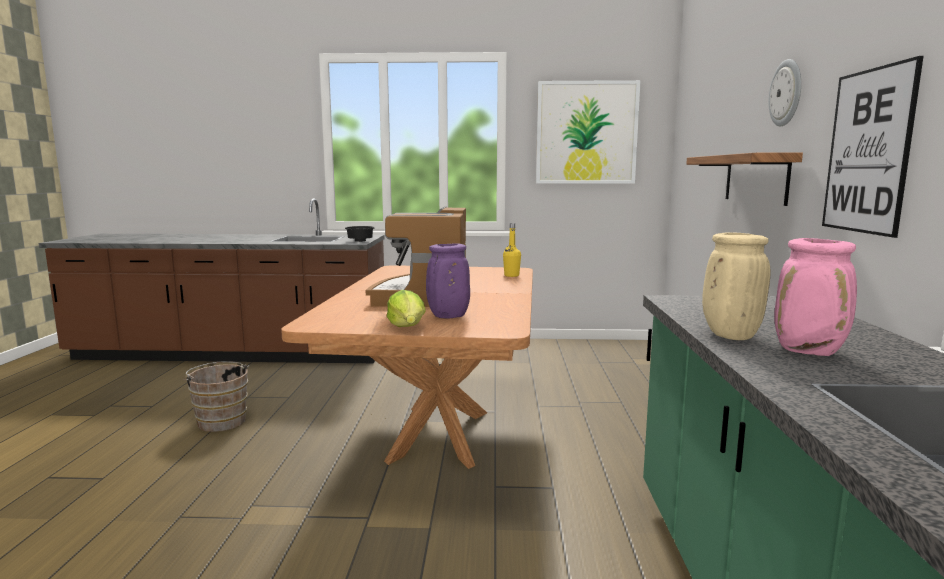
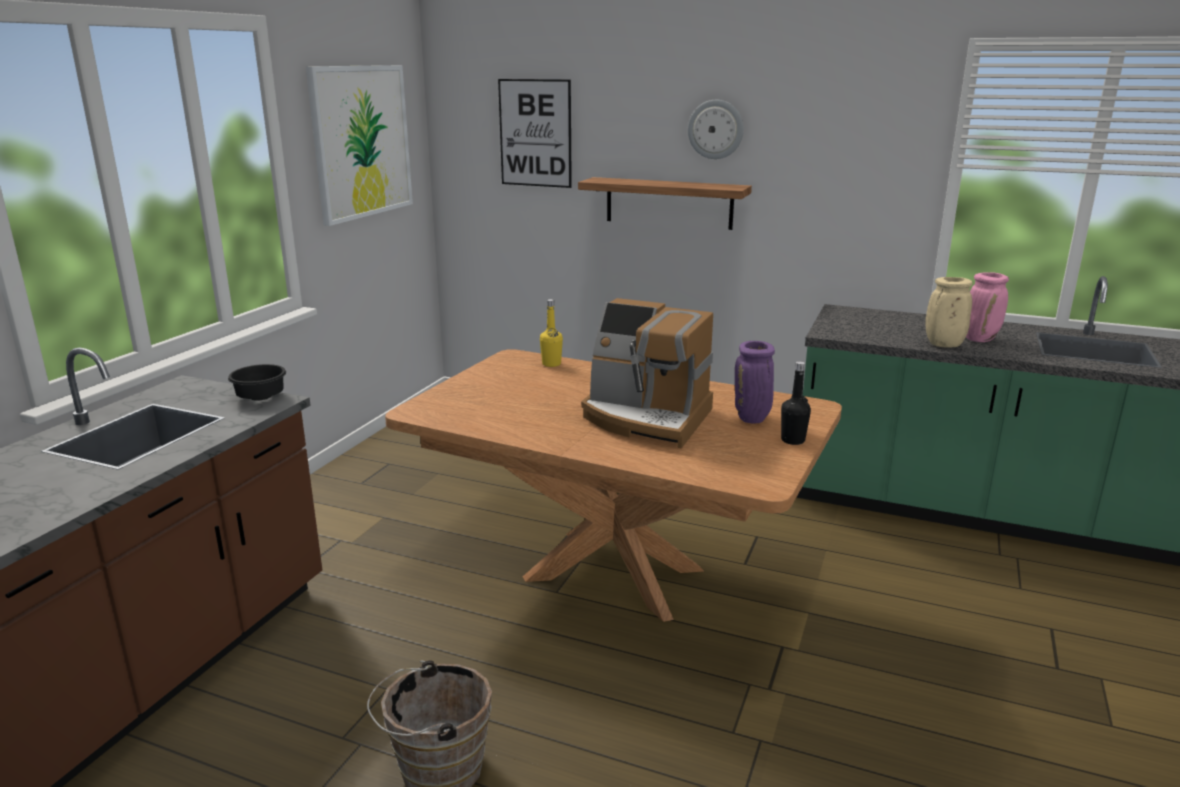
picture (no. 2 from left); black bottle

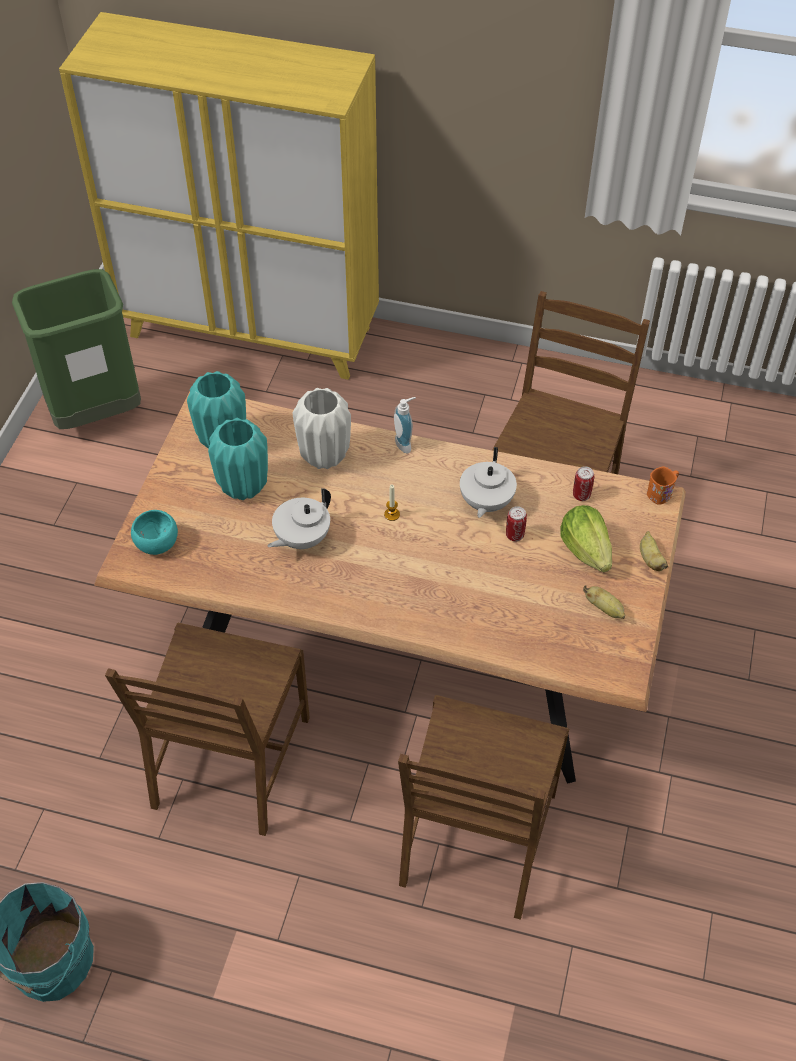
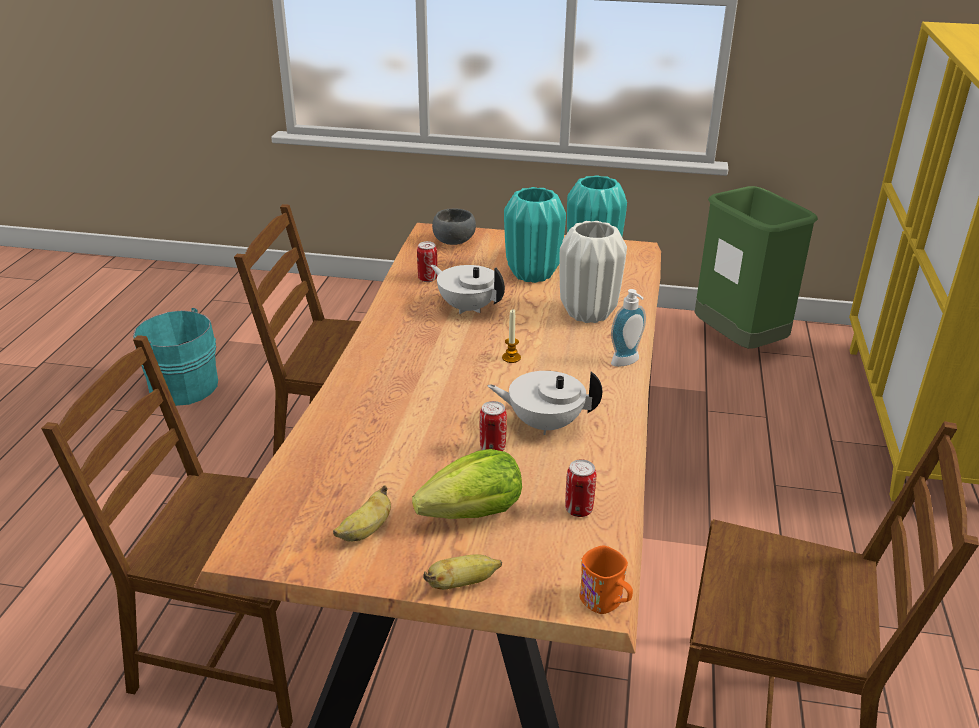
can (no. 1 from left); grey bowl

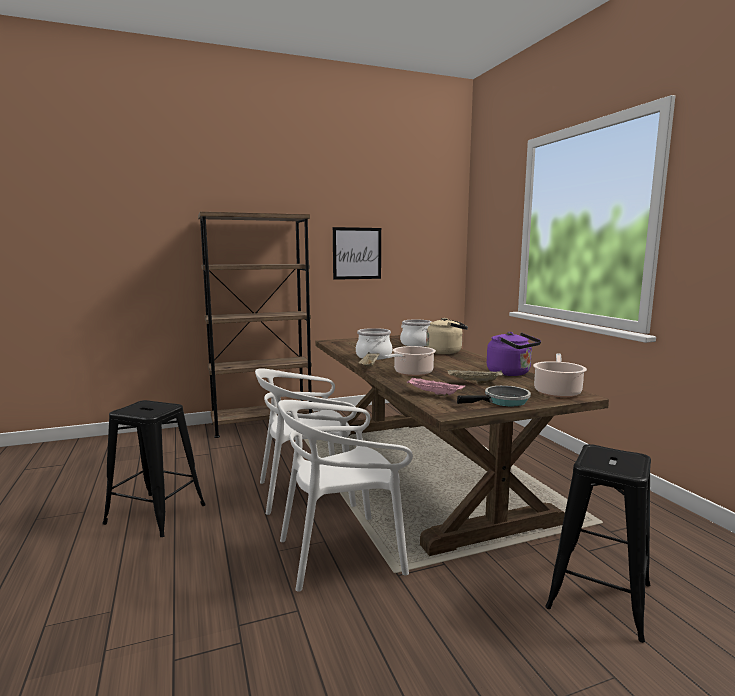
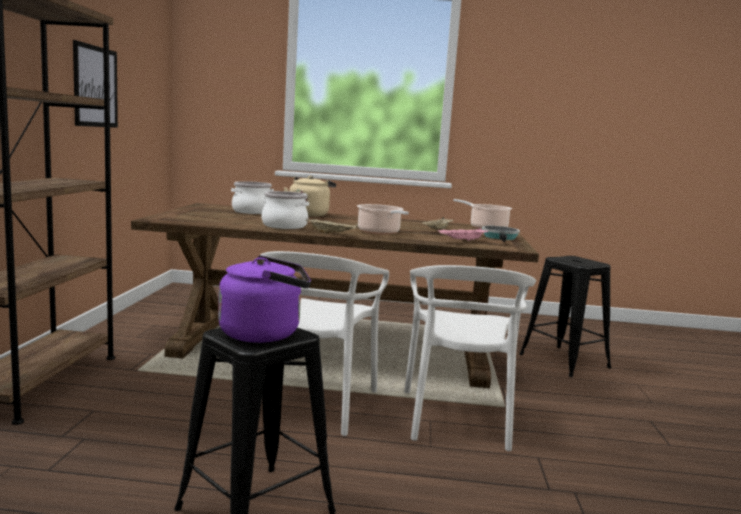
purple kettle

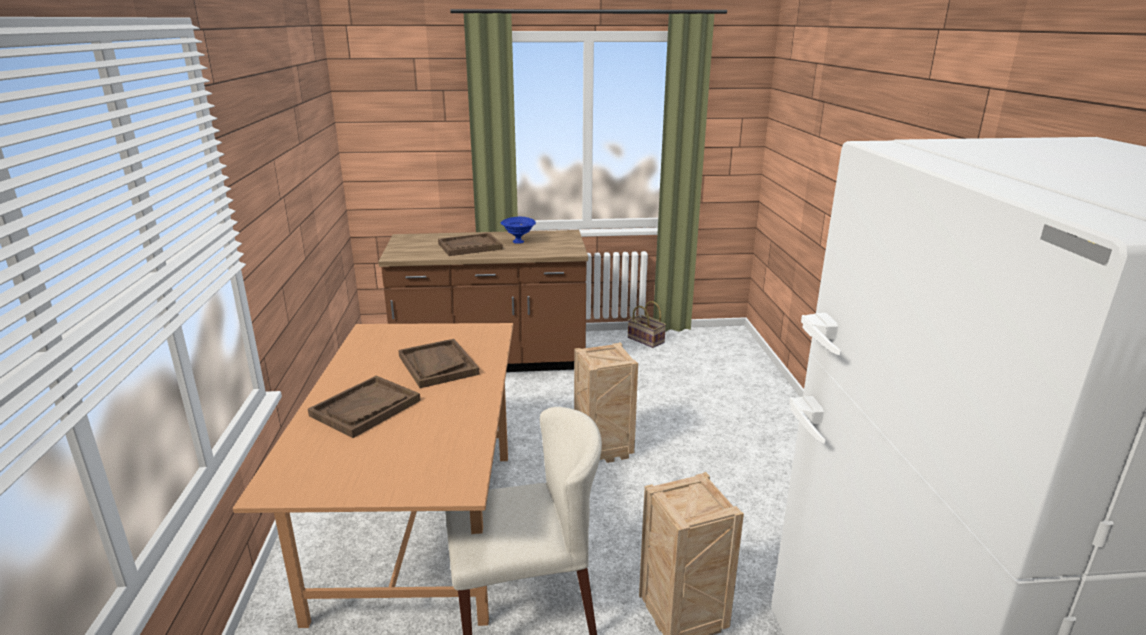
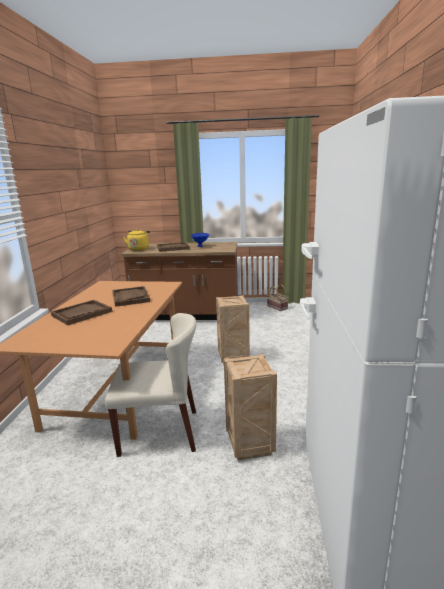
yellow kettle

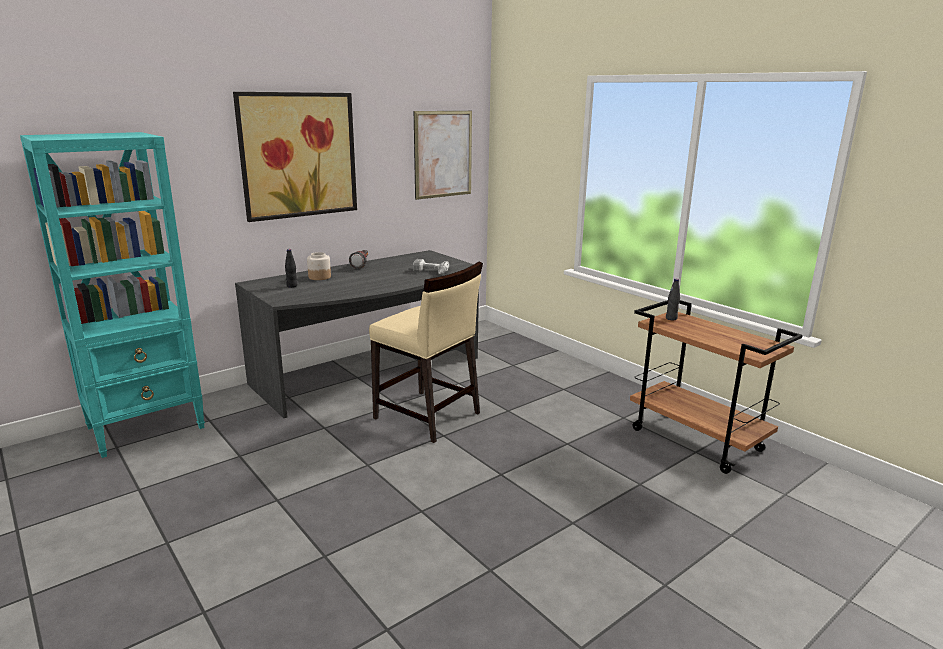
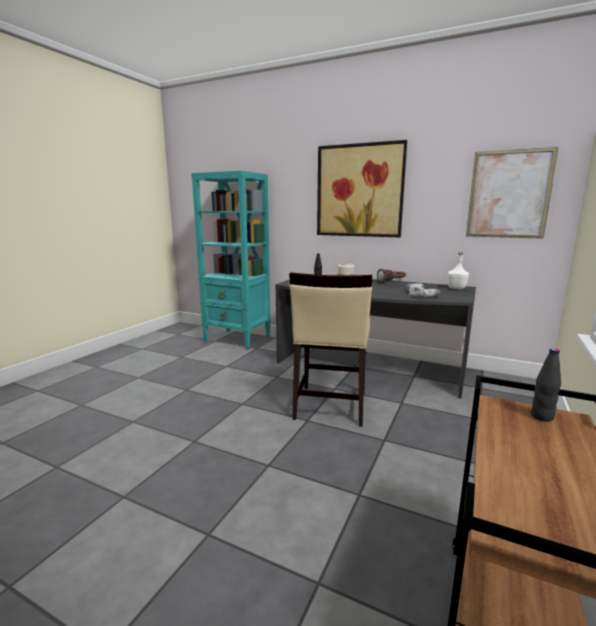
white bottle

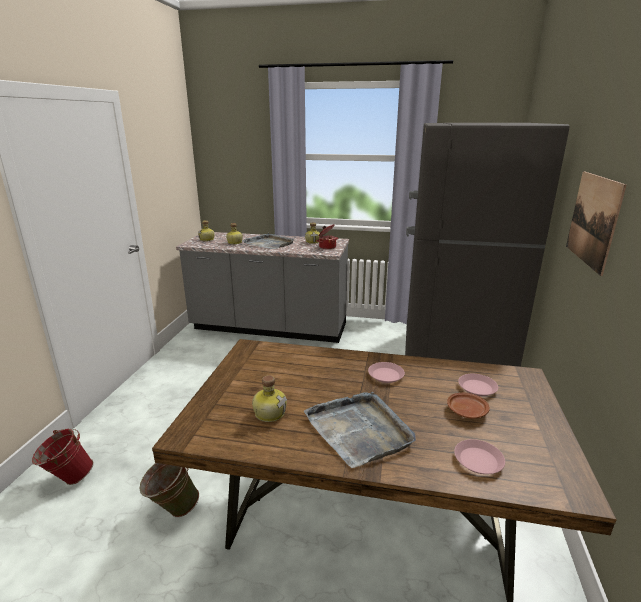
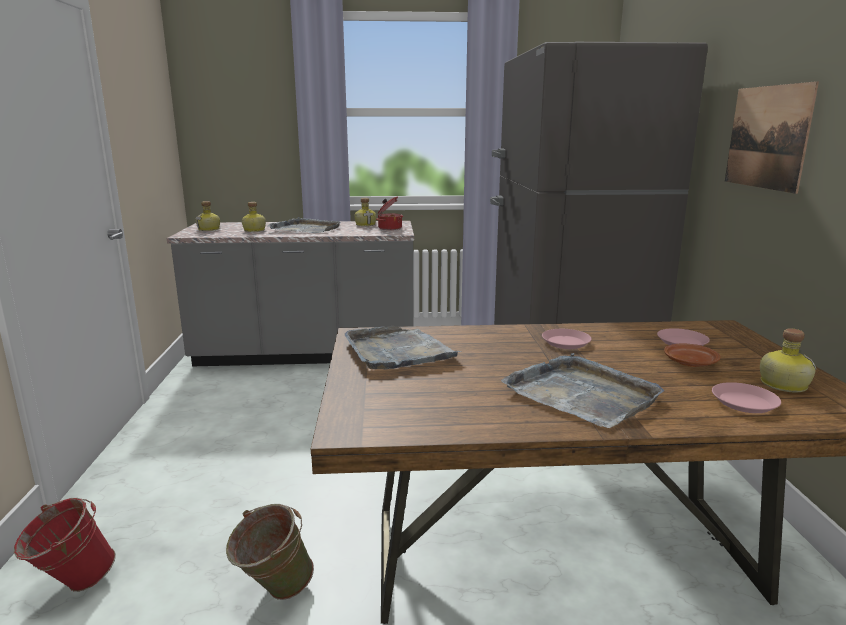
grey tray (no. 2 from left); bottle (no. 4 from left)

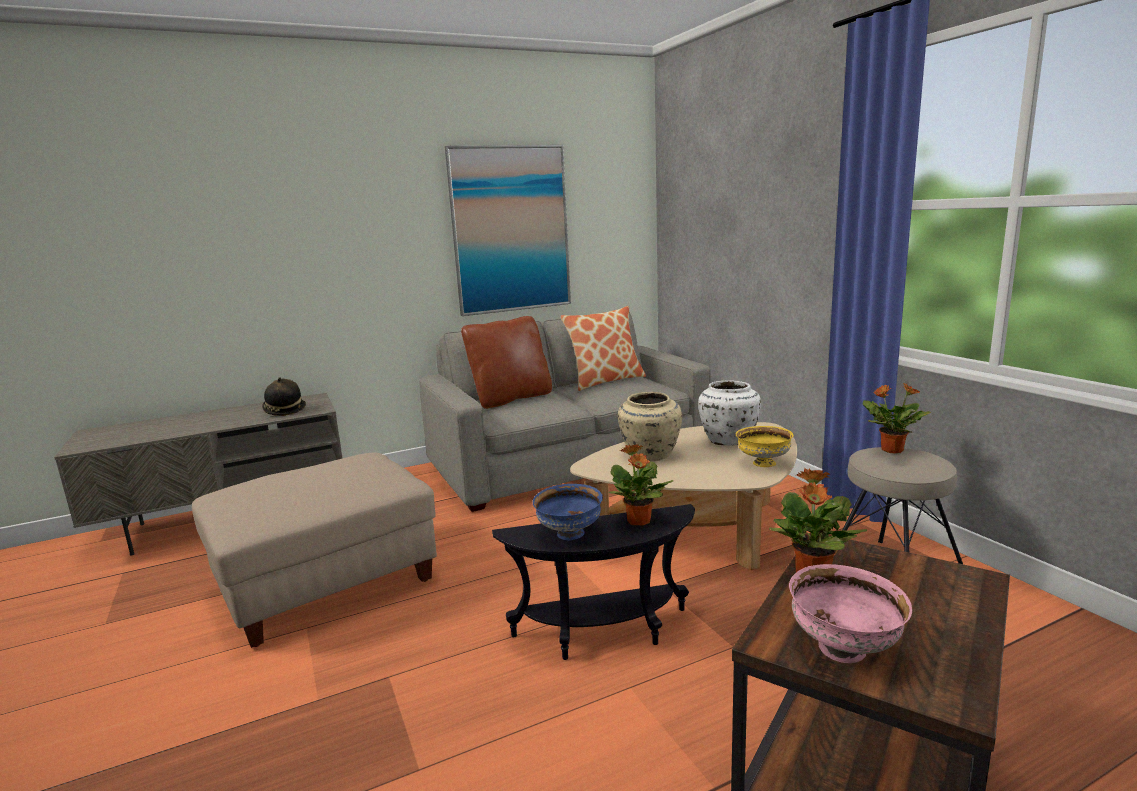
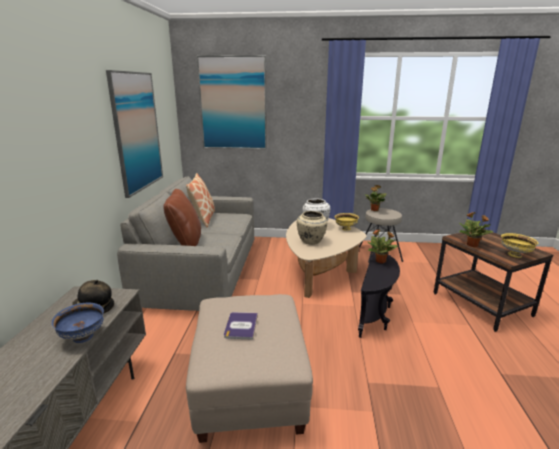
picture (no. 2 from left); book; blue bowl; yellow bowl (no. 2 from left)

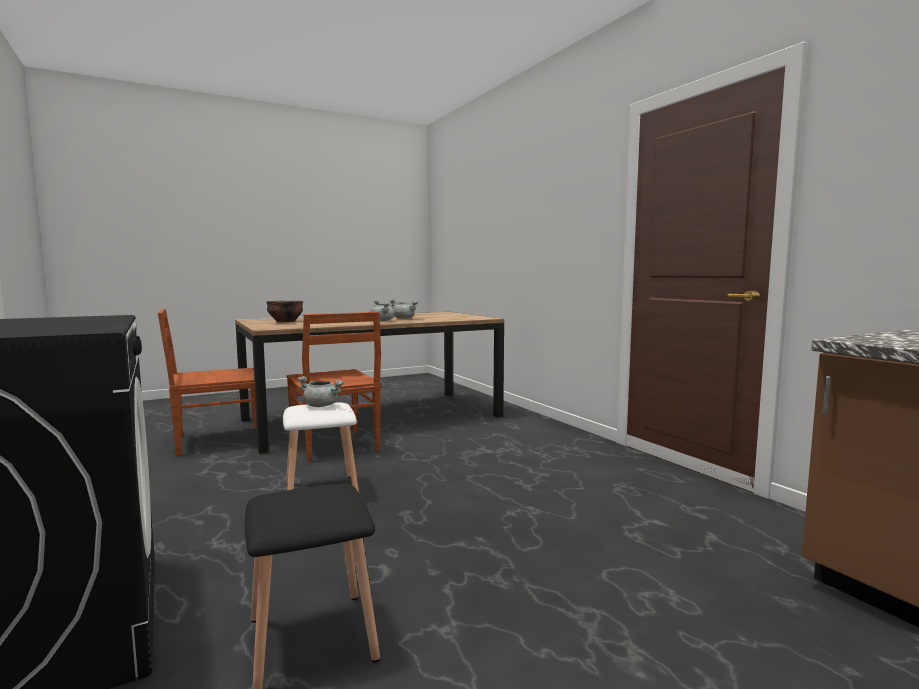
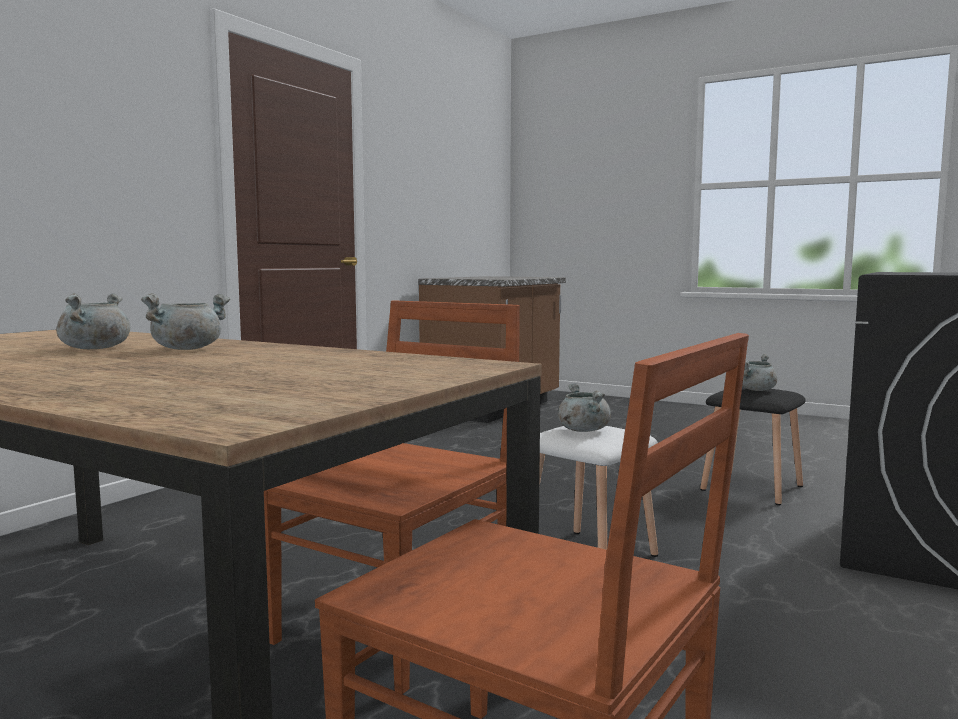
brown bowl; grey cooking pot (no. 4 from left)

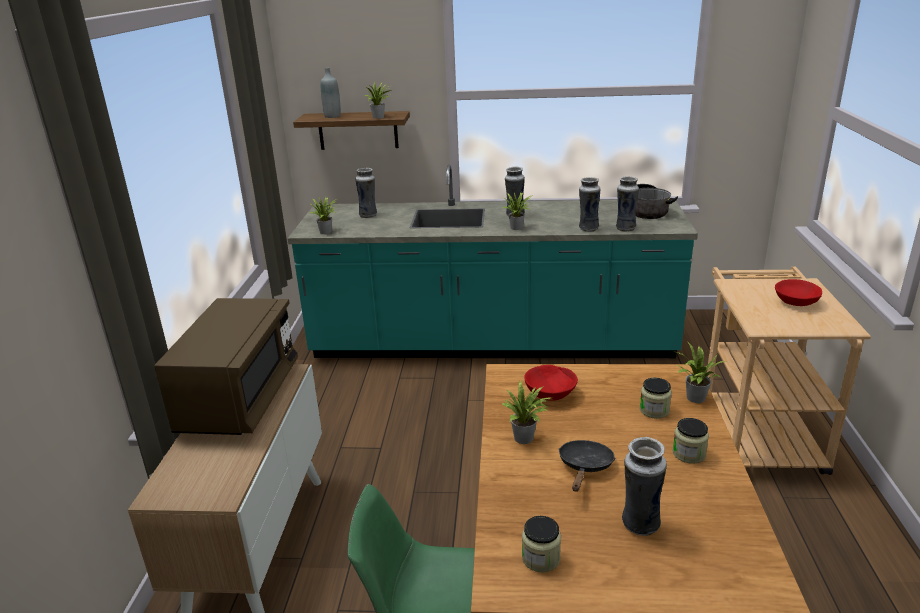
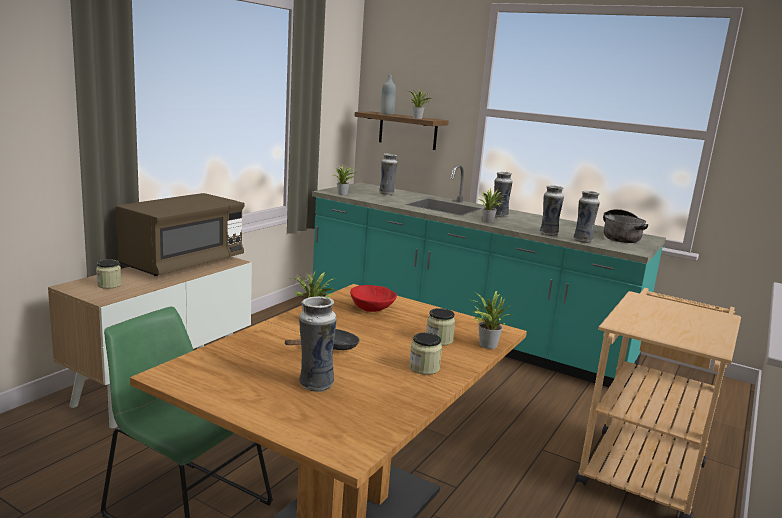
red bowl (no. 2 from left in the first image); jar (no. 1 from left)

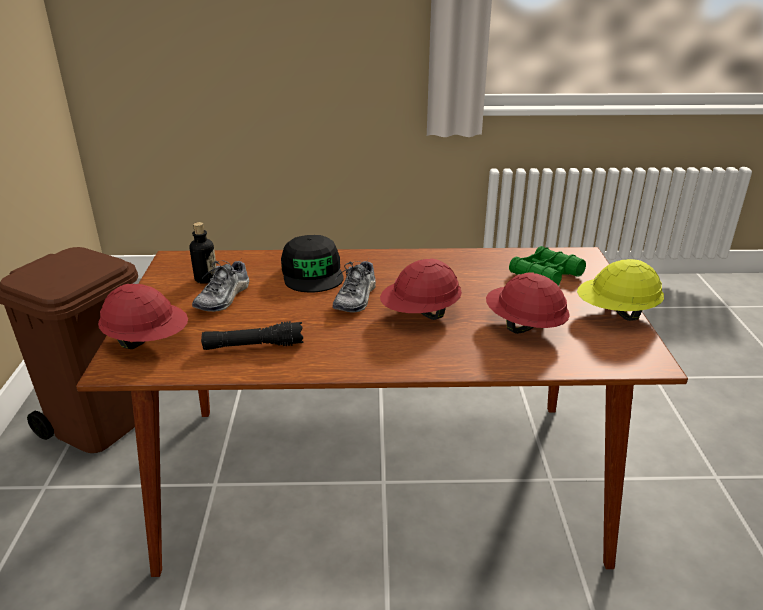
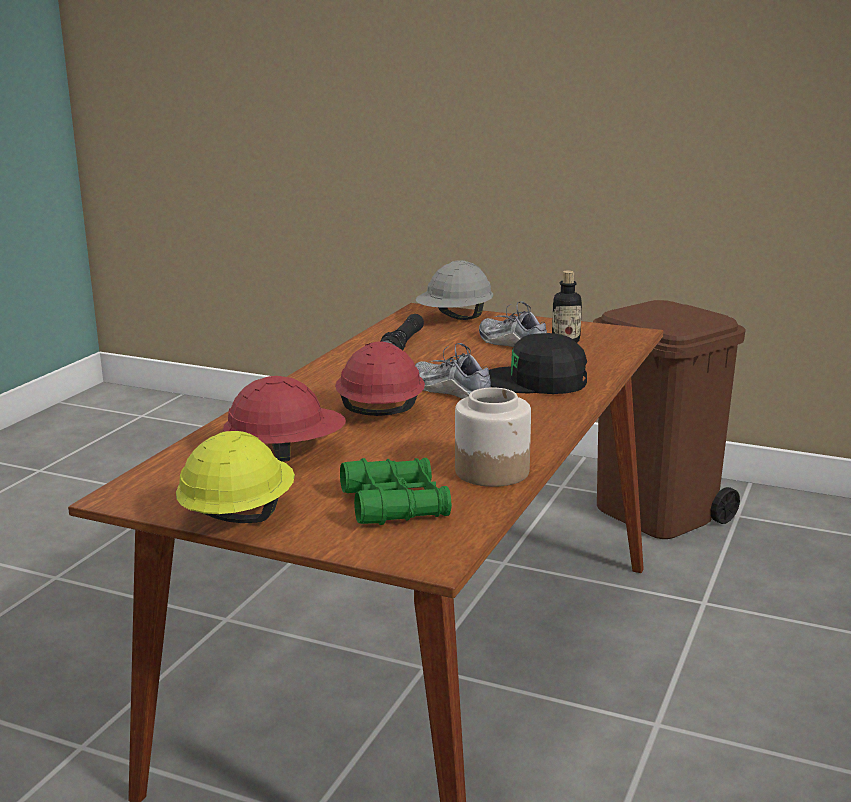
jar; grey hard hat

